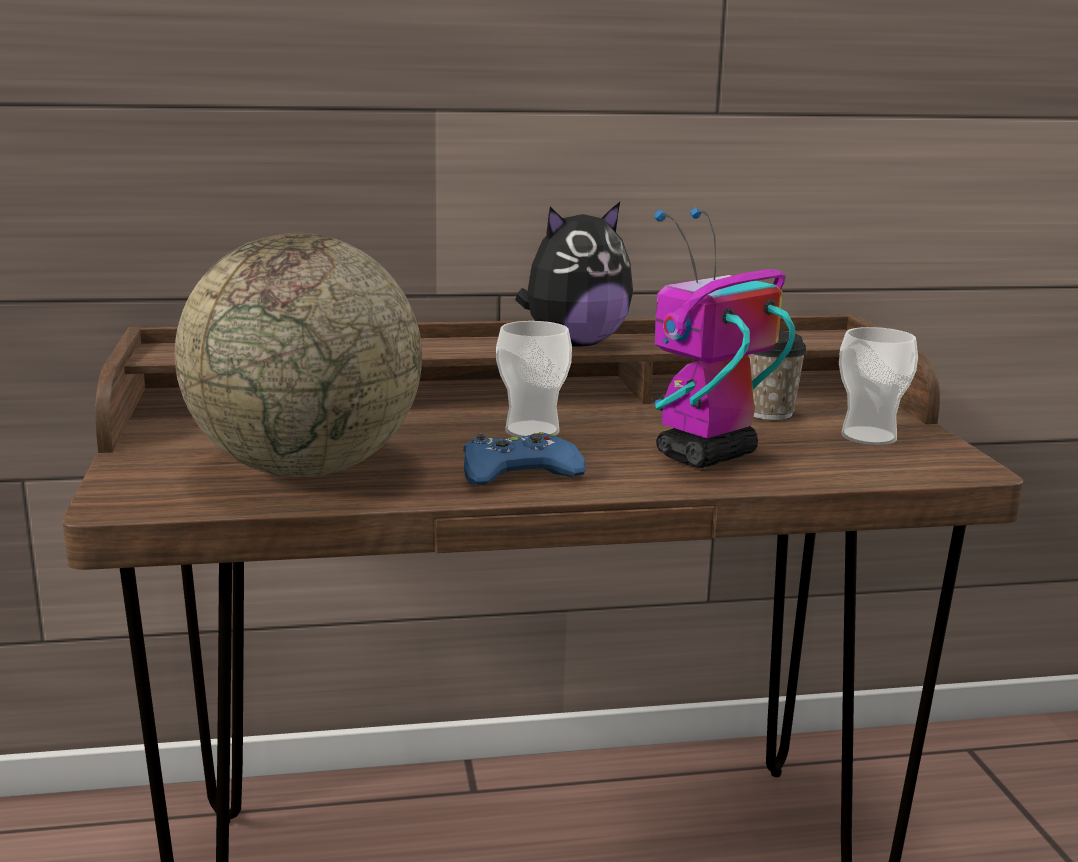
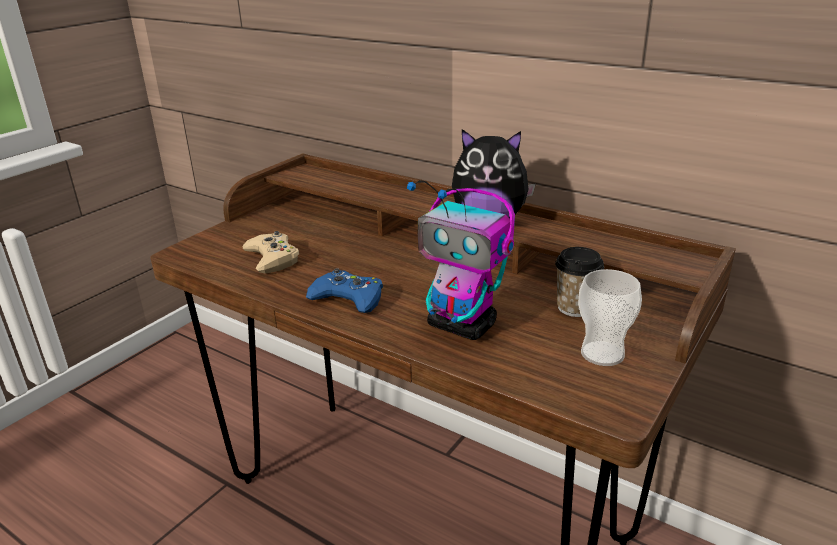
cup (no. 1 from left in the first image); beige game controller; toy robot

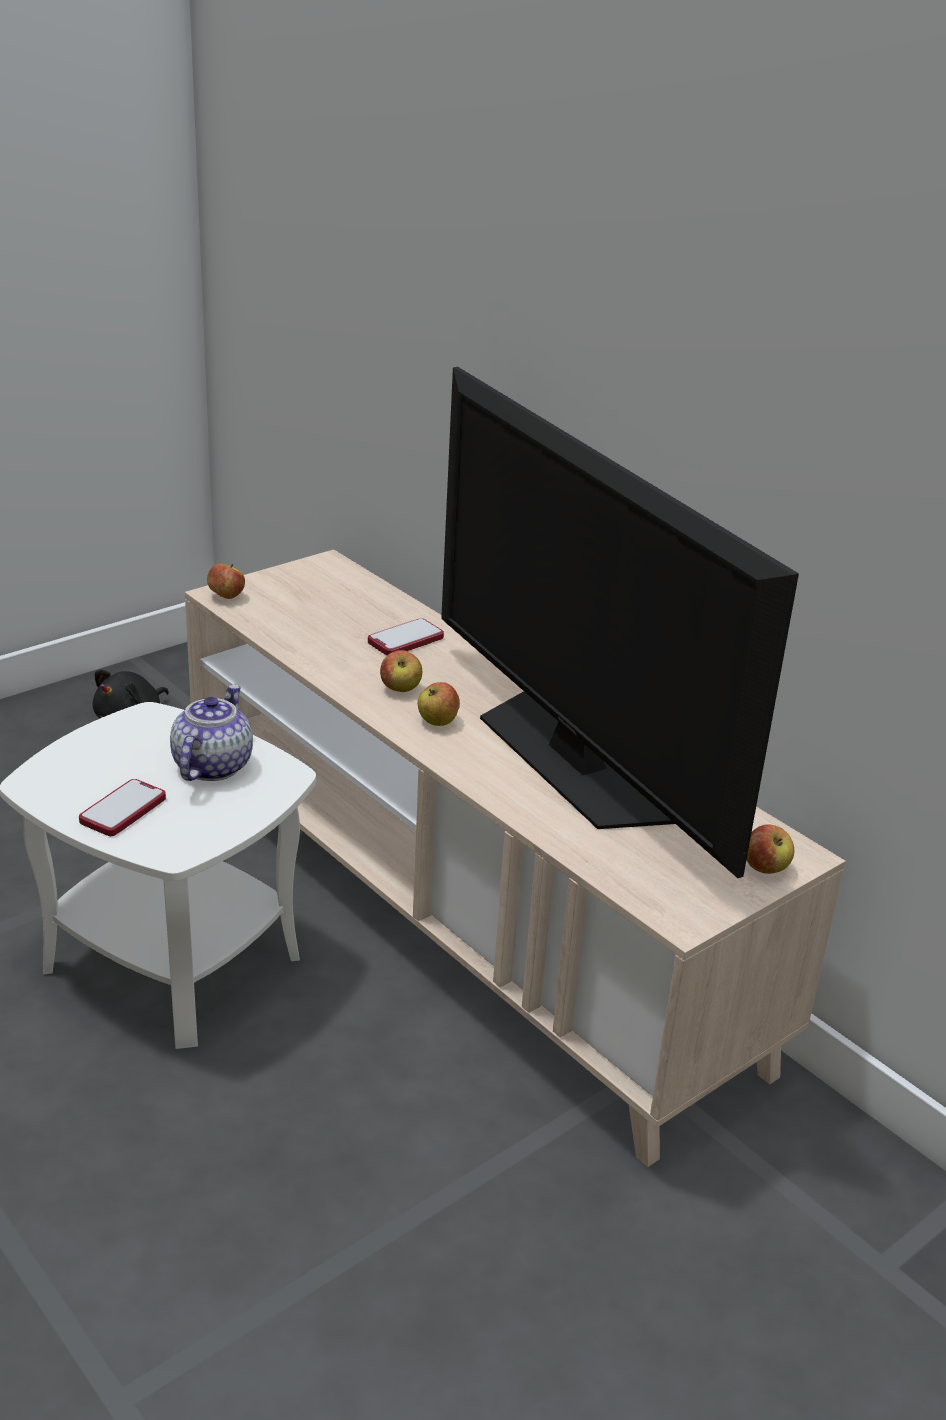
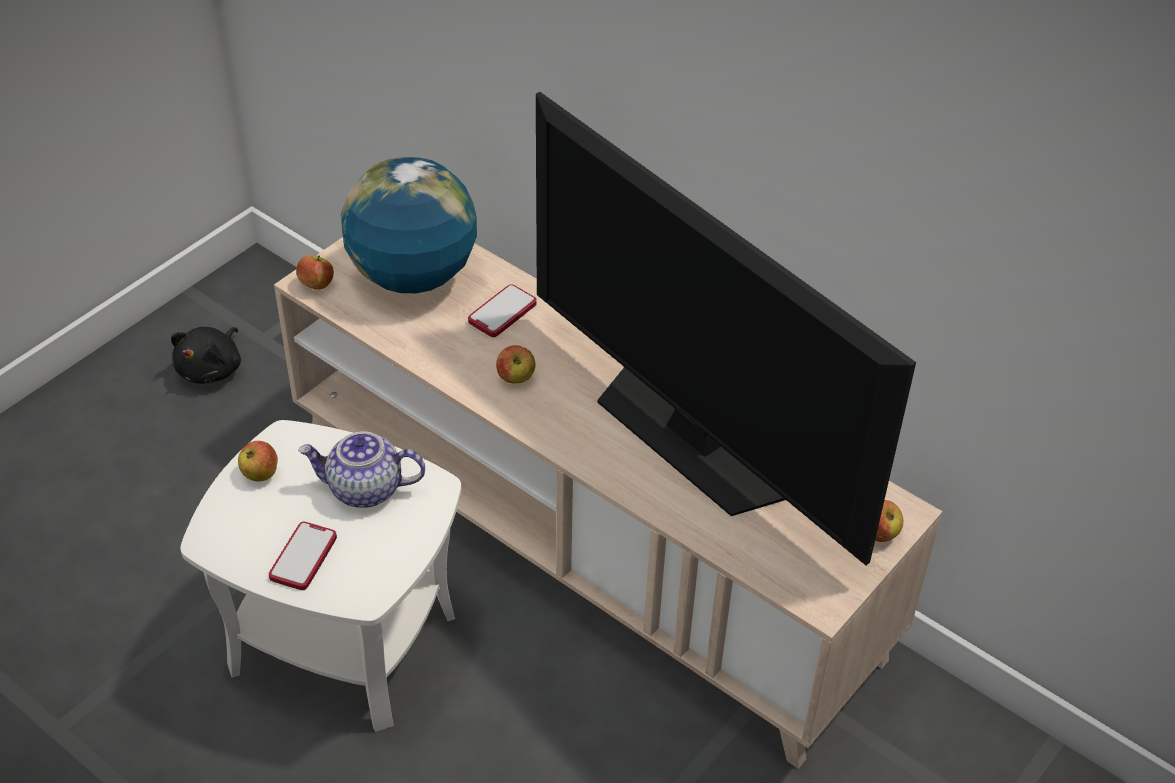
globe; apple (no. 1 from left); teapot

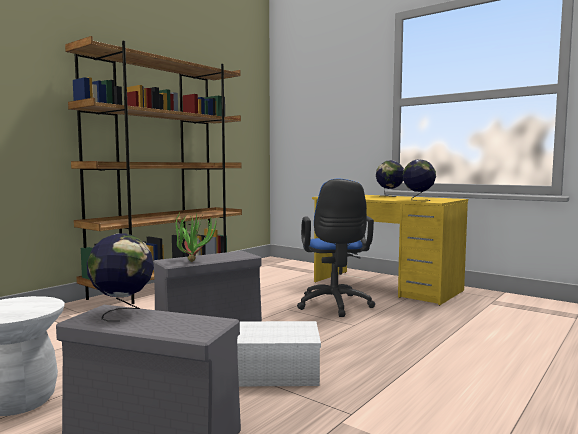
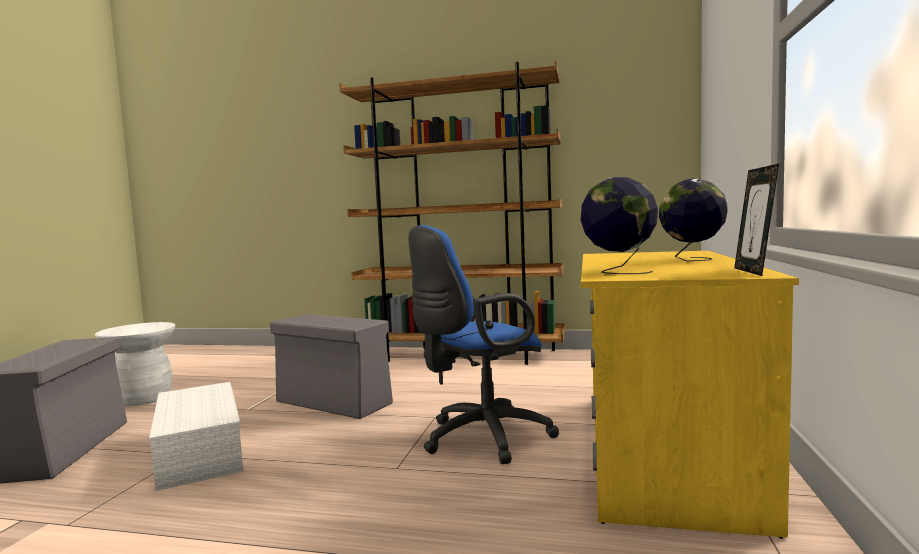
globe (no. 1 from left in the first image); potted plant; picture frame

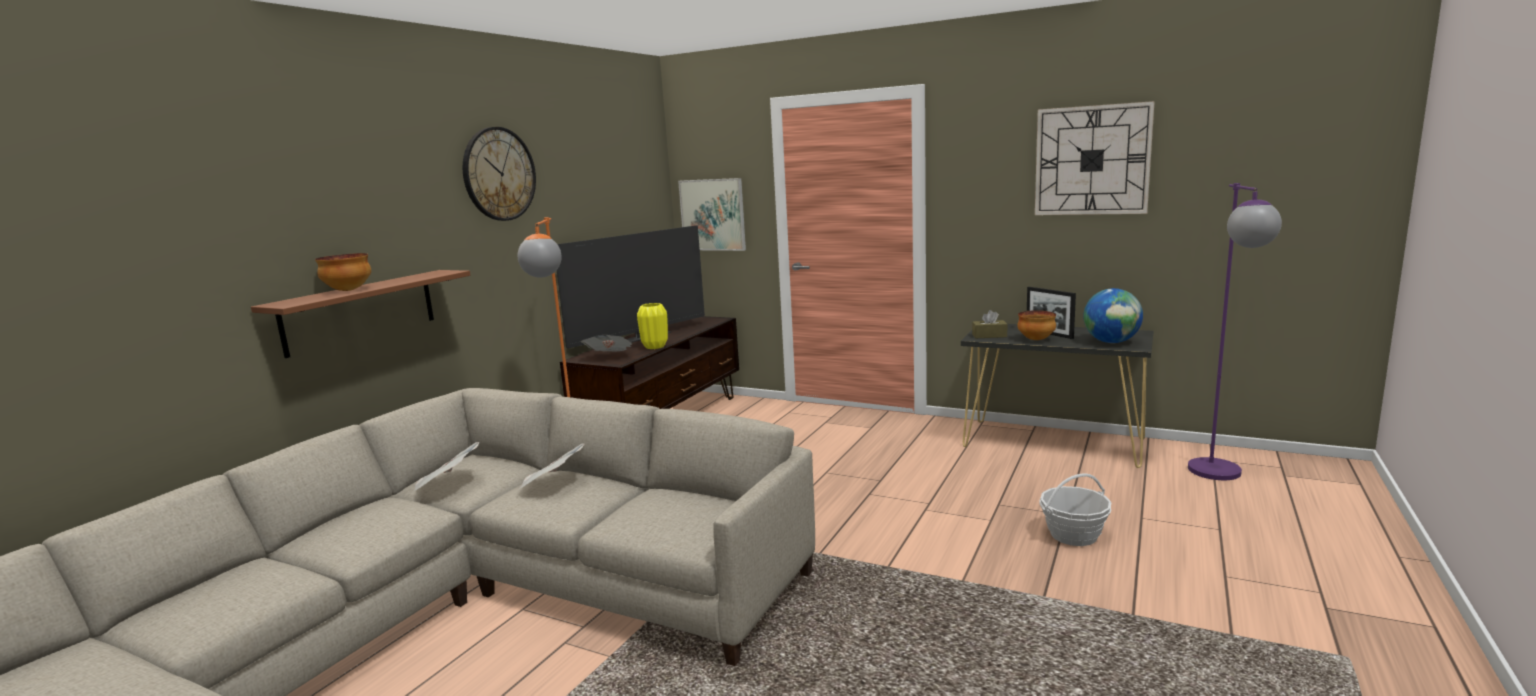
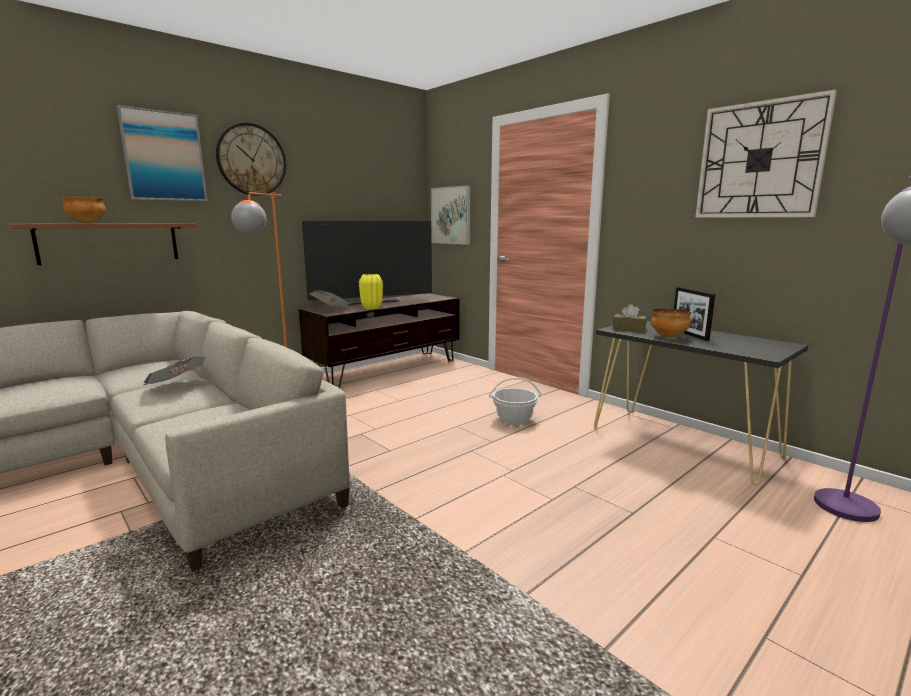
newspaper (no. 1 from left in the first image); globe; picture (no. 1 from left); basket

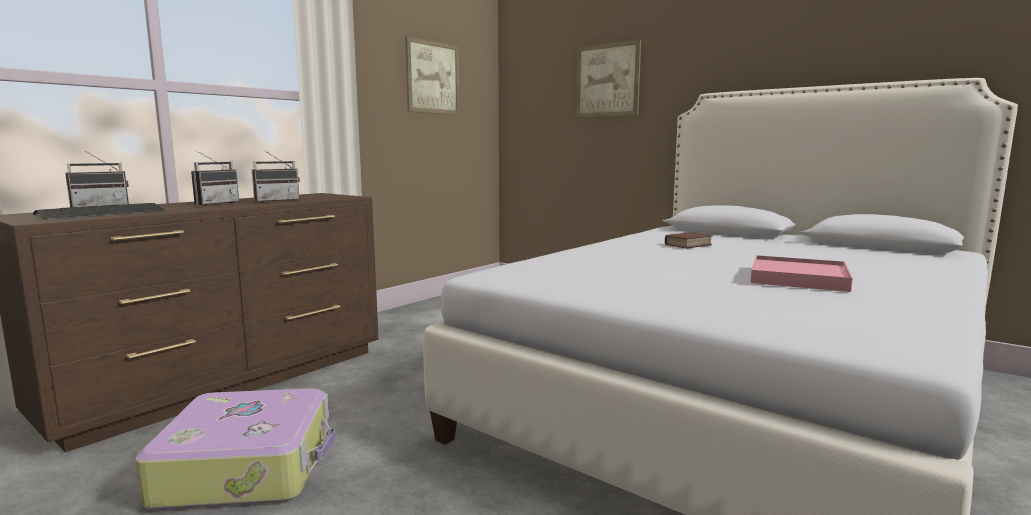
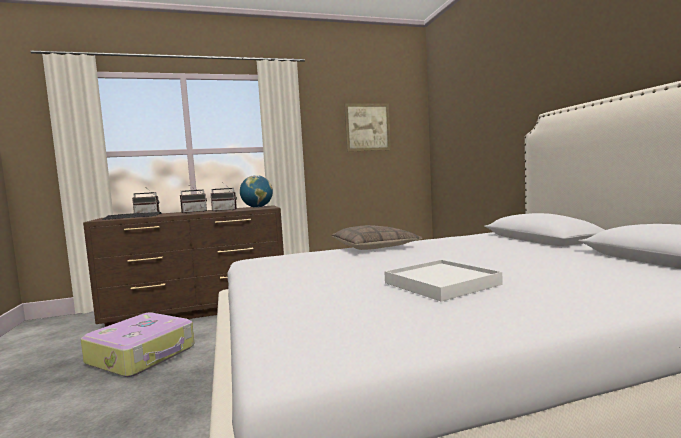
picture (no. 2 from left in the first image); book; globe; pillow; white tray

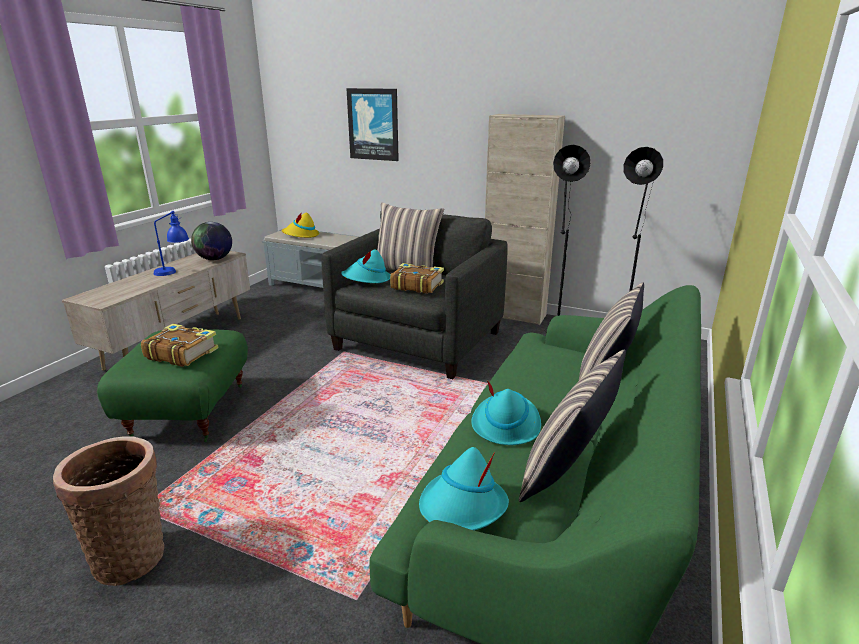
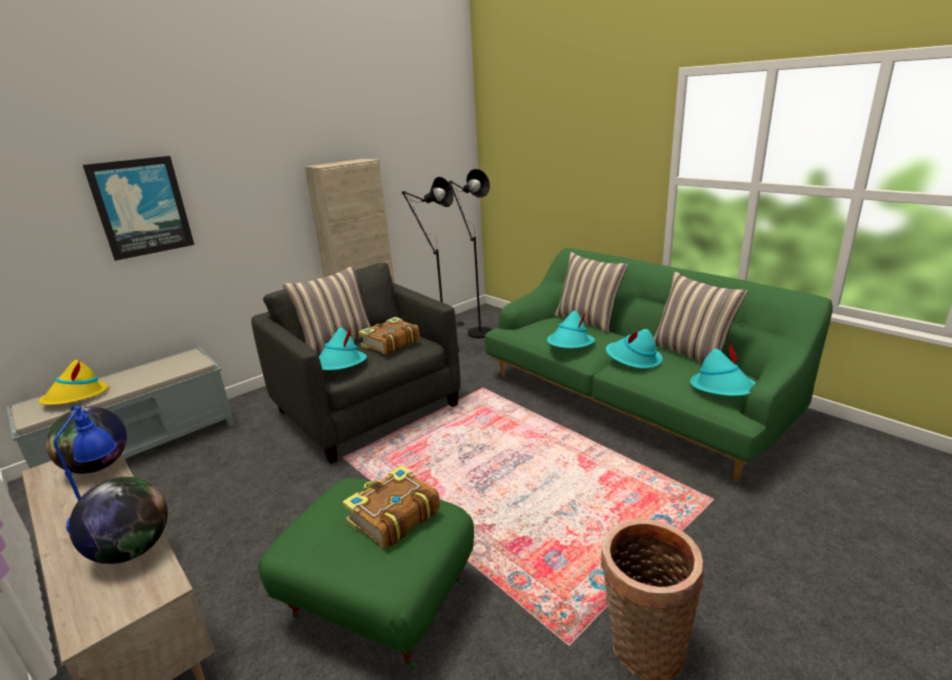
globe (no. 2 from left); turquoise hat (no. 2 from left)

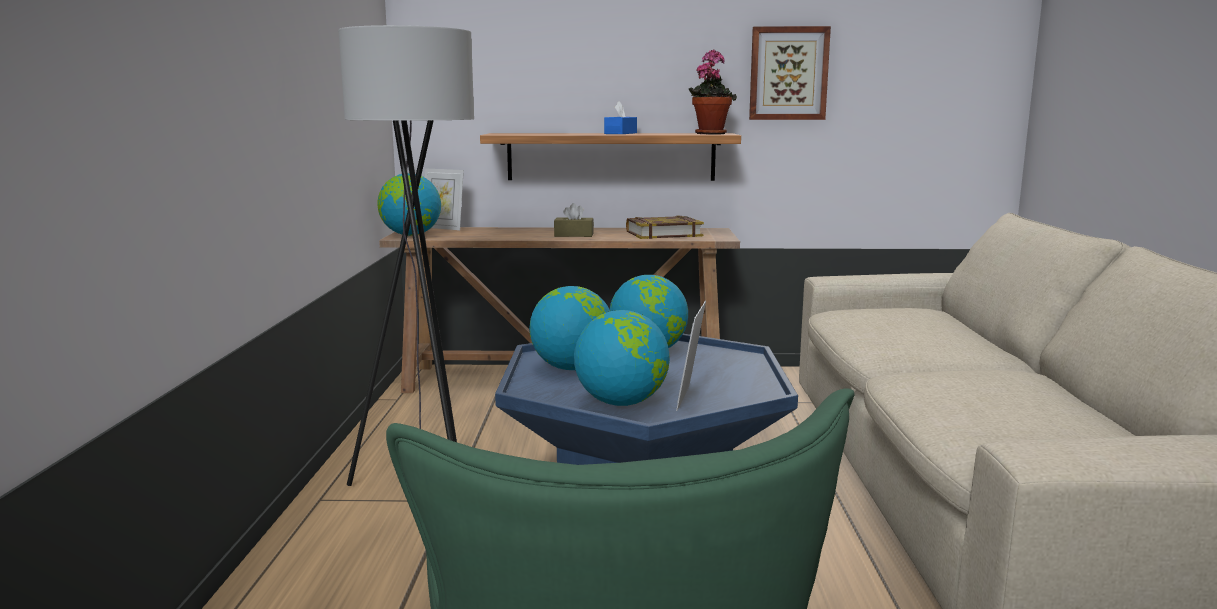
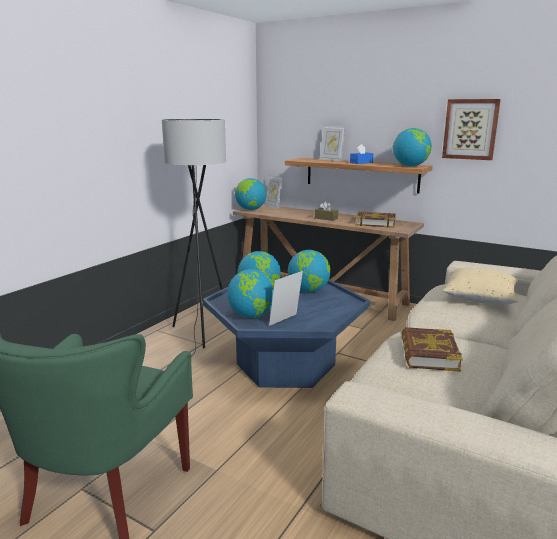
picture frame (no. 3 from left); book (no. 2 from left); beige pillow; globe (no. 5 from left)

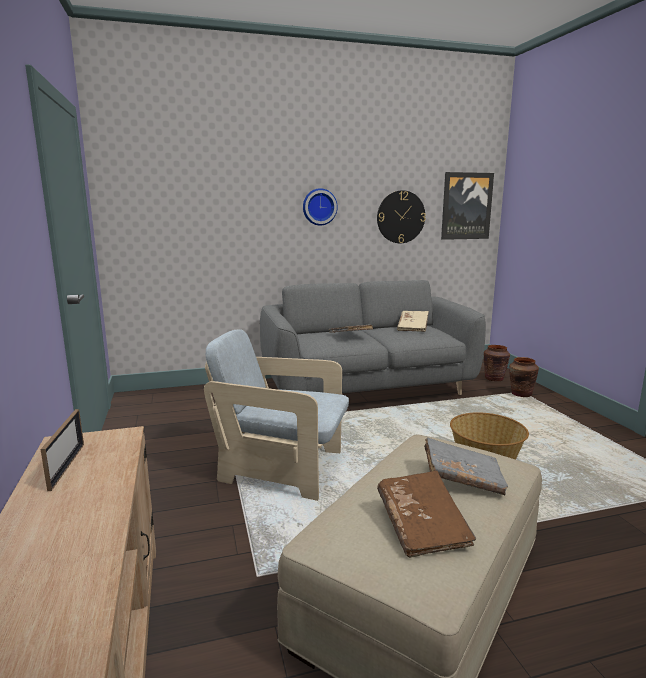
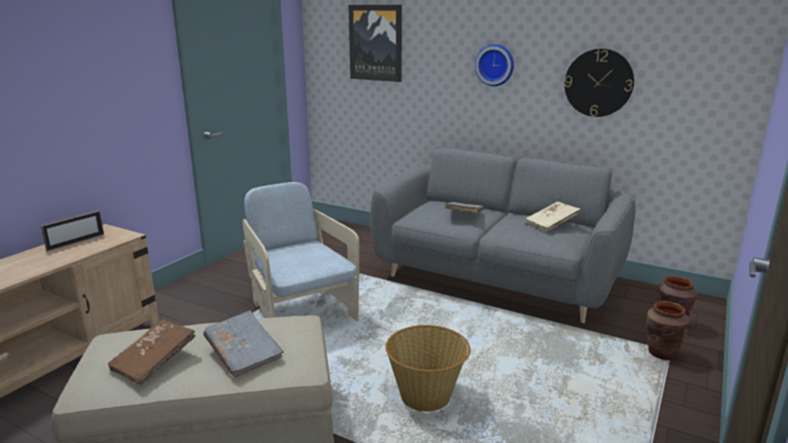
picture

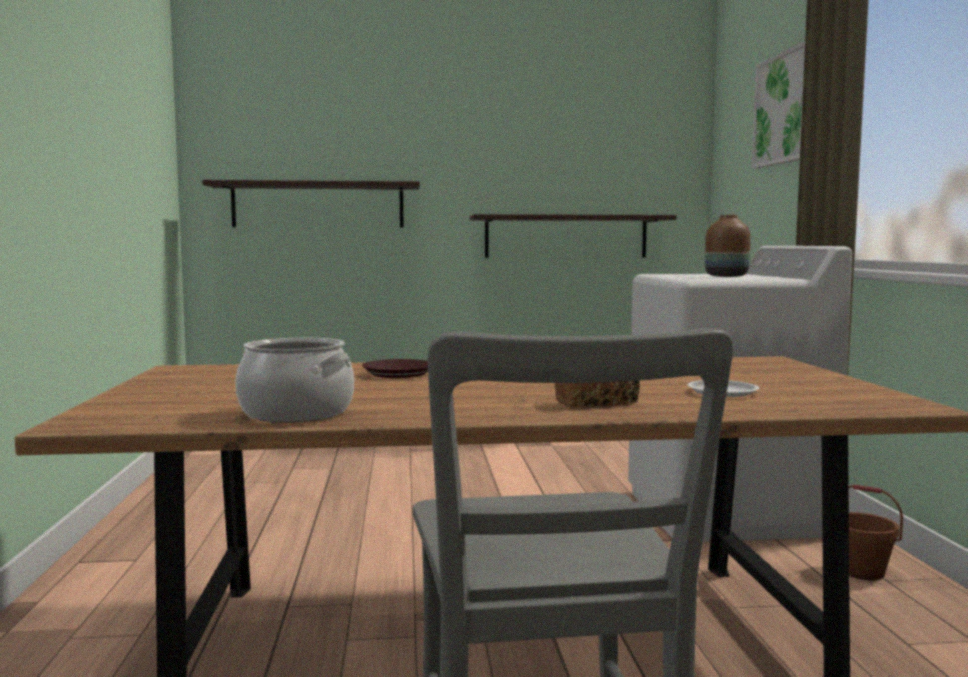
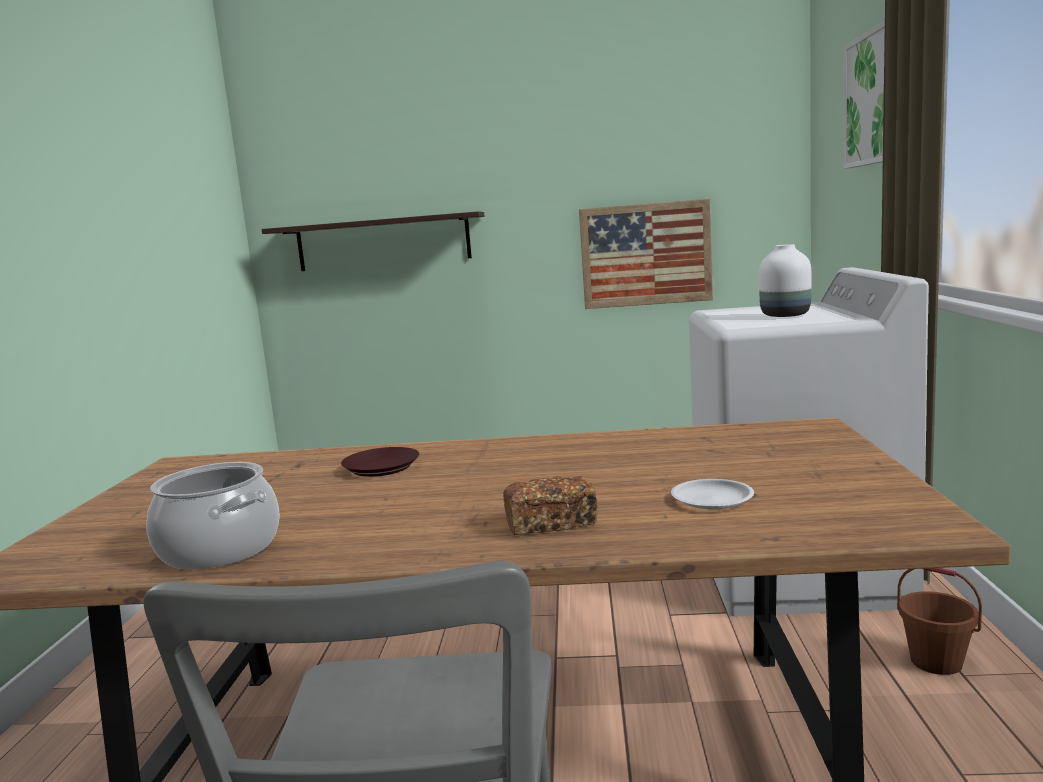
picture (no. 1 from left); white vase

